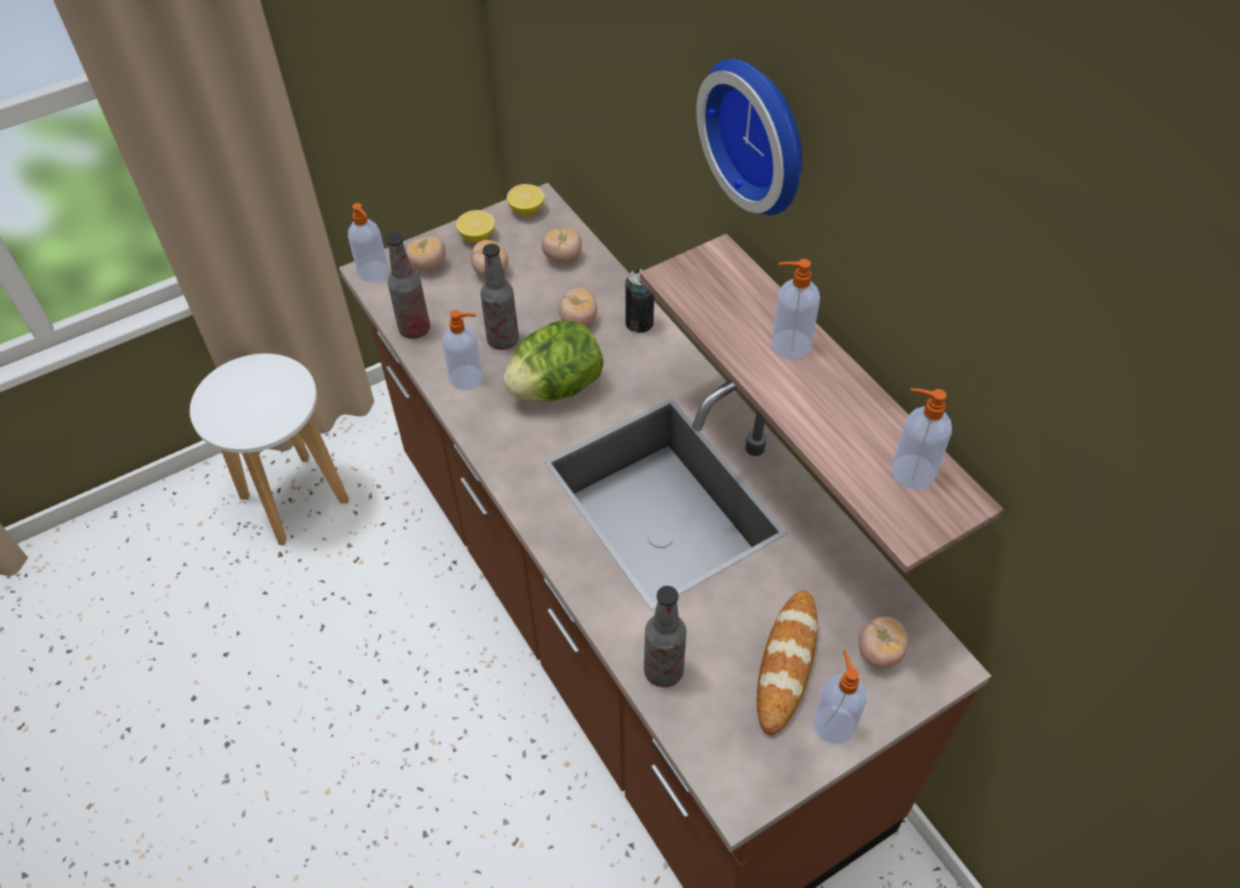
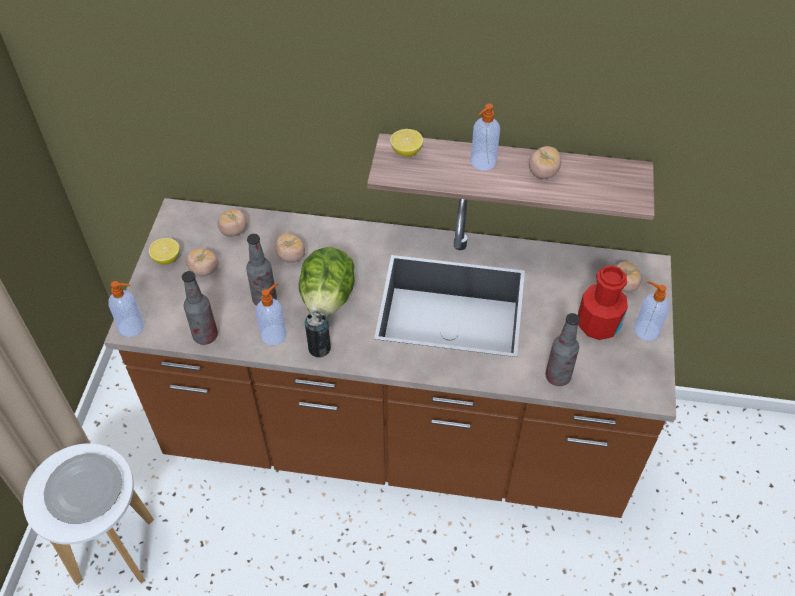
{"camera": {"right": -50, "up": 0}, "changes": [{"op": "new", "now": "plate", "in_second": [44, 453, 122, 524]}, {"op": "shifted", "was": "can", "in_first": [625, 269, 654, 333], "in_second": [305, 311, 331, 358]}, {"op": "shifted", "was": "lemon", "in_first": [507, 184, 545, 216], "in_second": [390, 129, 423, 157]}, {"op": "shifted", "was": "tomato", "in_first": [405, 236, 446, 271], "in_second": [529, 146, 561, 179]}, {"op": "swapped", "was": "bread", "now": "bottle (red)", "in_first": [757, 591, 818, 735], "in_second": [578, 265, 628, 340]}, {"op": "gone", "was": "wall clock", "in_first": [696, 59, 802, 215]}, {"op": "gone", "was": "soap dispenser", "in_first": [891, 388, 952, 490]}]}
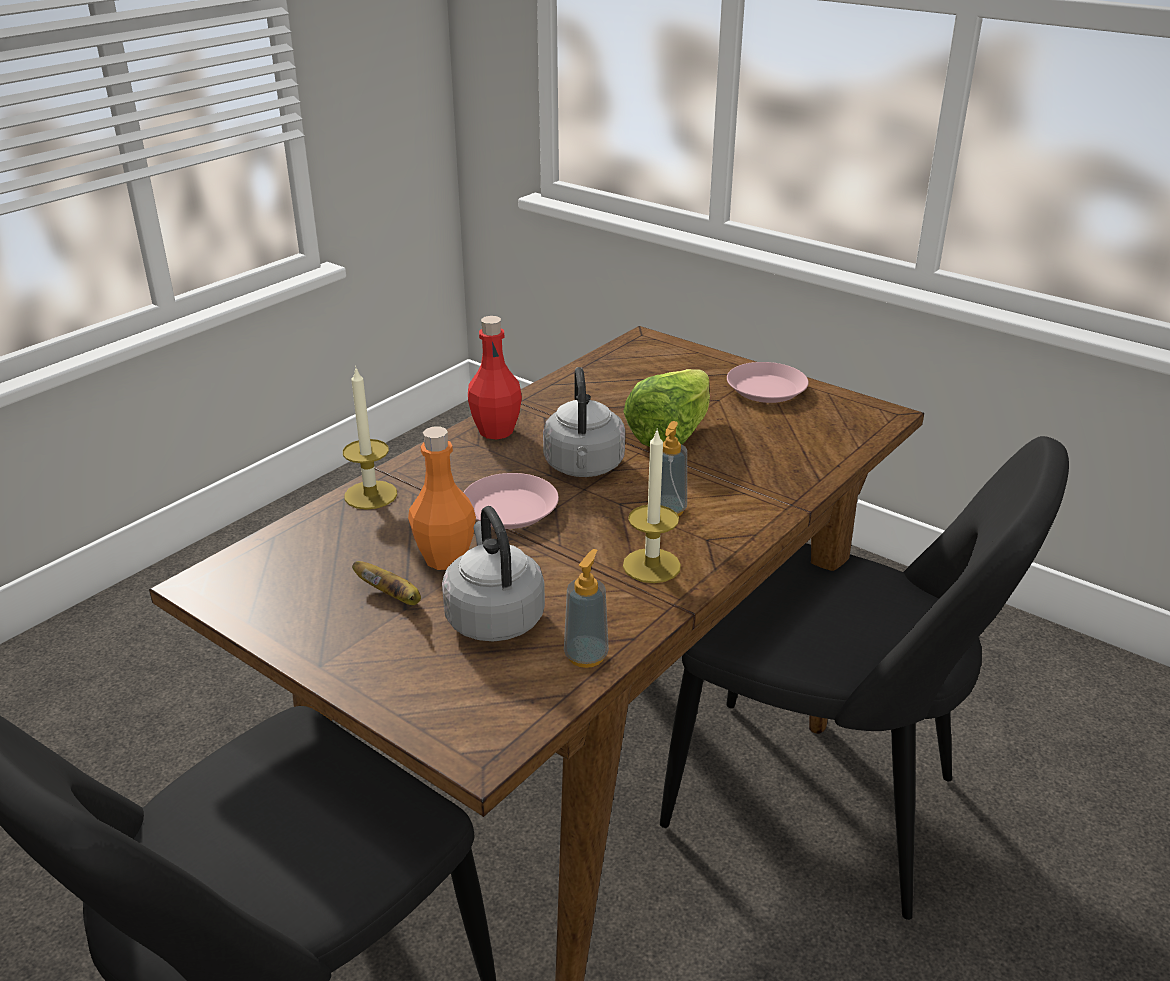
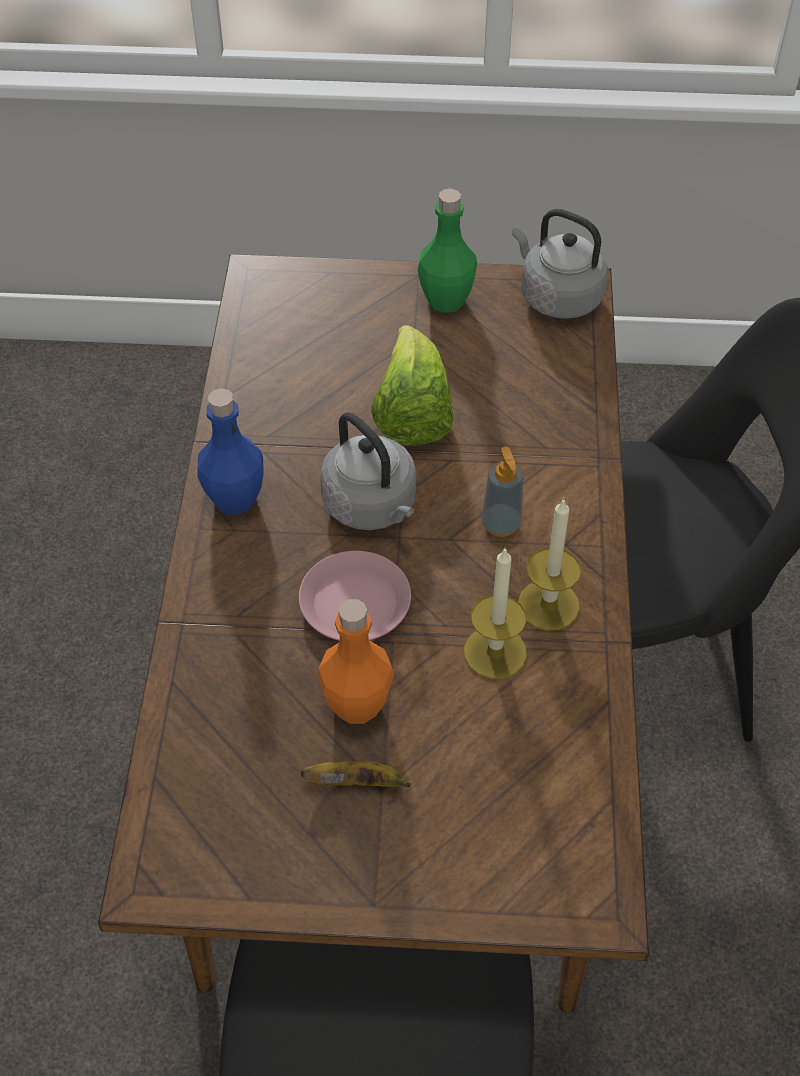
{"camera": {"right": -35, "up": 20}, "changes": [{"op": "repainted", "was": "bottle (red)", "now": "bottle (blue)", "in_first": [468, 316, 522, 439], "in_second": [198, 388, 264, 515]}, {"op": "swapped", "was": "plate (pink)", "now": "bottle (green)", "in_first": [727, 362, 809, 403], "in_second": [418, 189, 477, 313]}, {"op": "shifted", "was": "candle", "in_first": [343, 366, 397, 510], "in_second": [464, 547, 527, 679]}, {"op": "shifted", "was": "kettle (grey)", "in_first": [442, 506, 545, 642], "in_second": [512, 209, 608, 319]}, {"op": "gone", "was": "soap dispenser", "in_first": [564, 549, 609, 668]}]}
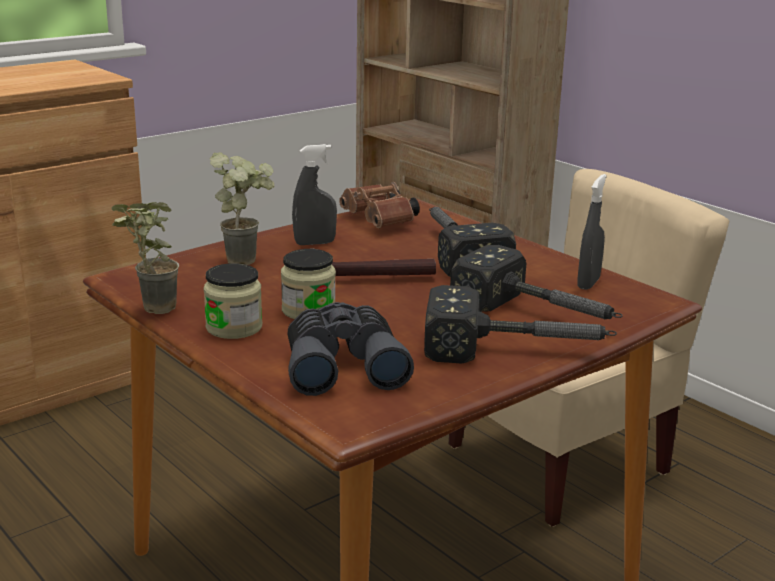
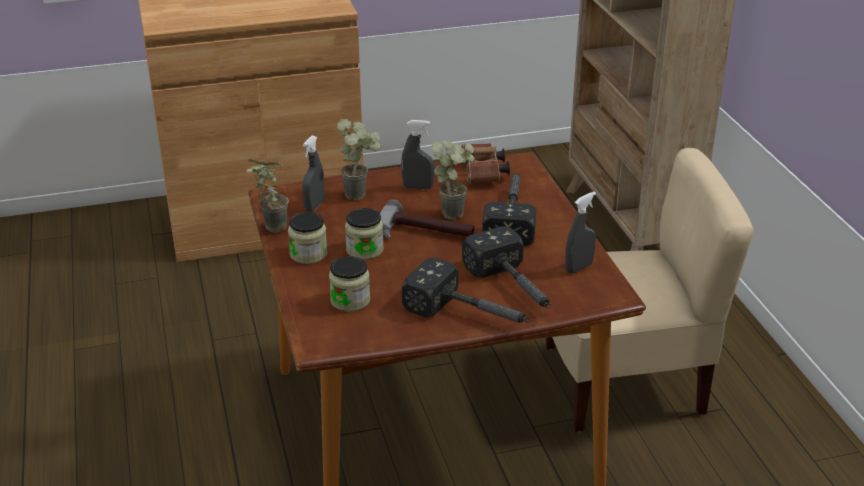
{"camera": {"right": 25, "up": 10}, "changes": [{"op": "new", "now": "spray bottle (grey)", "in_second": [302, 136, 325, 212]}, {"op": "swapped", "was": "binoculars (grey)", "now": "jar", "in_first": [288, 302, 414, 396], "in_second": [329, 256, 370, 312]}, {"op": "new", "now": "potted plant", "in_second": [431, 140, 475, 220]}]}
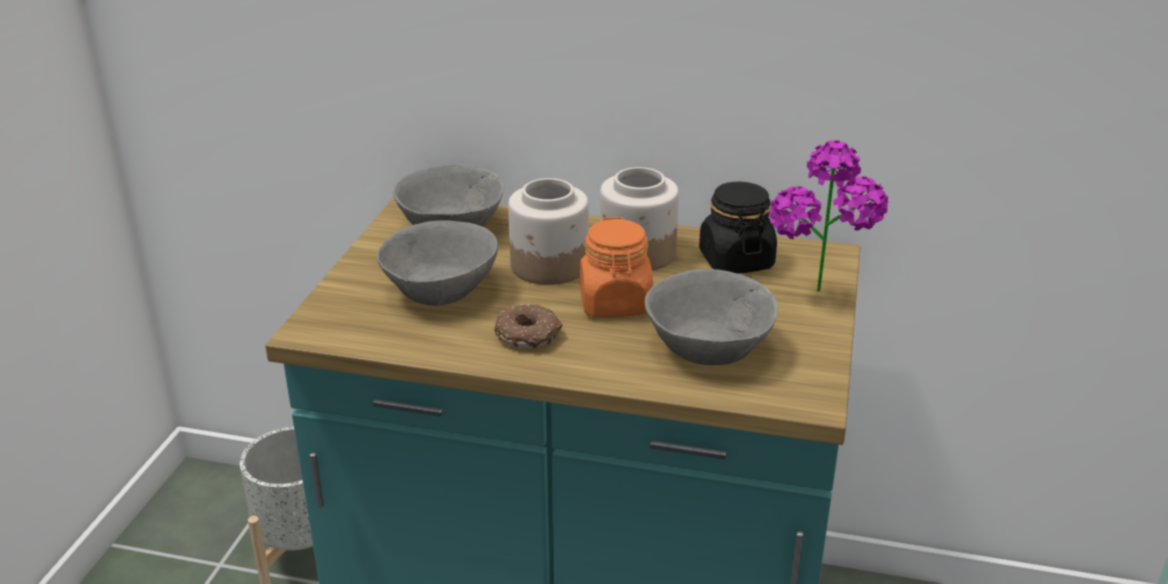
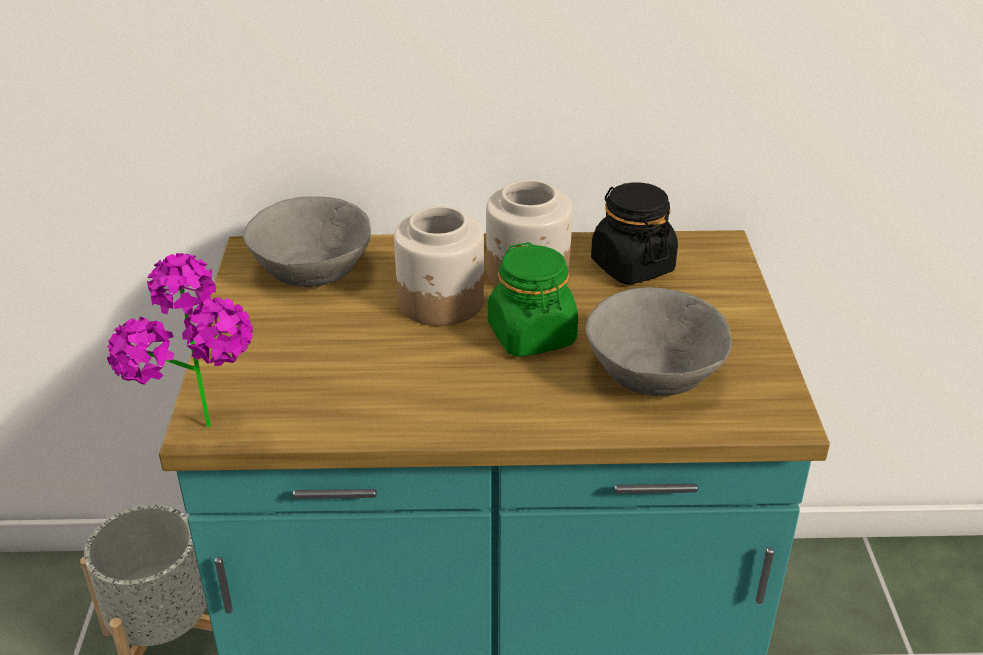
{"camera": {"right": -15, "up": 5}, "changes": [{"op": "shifted", "was": "potted plant", "in_first": [769, 140, 888, 292], "in_second": [107, 253, 253, 427]}, {"op": "repainted", "was": "jar (orange)", "now": "jar (green)", "in_first": [580, 217, 653, 317], "in_second": [488, 242, 578, 357]}, {"op": "gone", "was": "bowl (grey)", "in_first": [377, 220, 498, 306]}, {"op": "gone", "was": "donut", "in_first": [494, 304, 563, 349]}]}
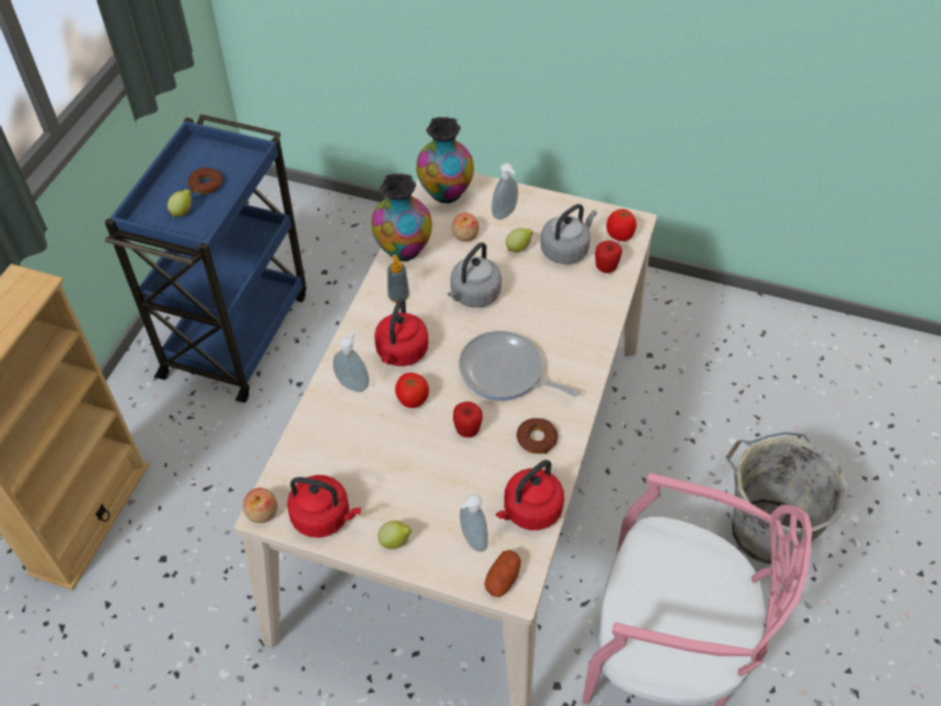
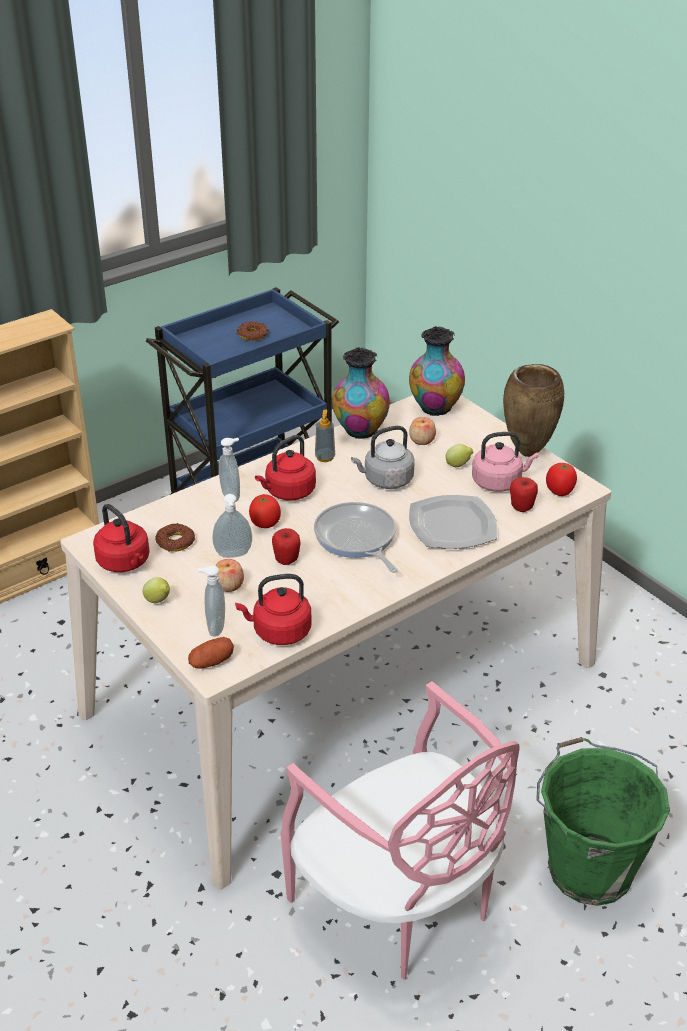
{"camera": {"right": 35, "up": -15}, "changes": [{"op": "shifted", "was": "donut", "in_first": [516, 418, 558, 454], "in_second": [155, 524, 195, 552]}, {"op": "shifted", "was": "soap dispenser", "in_first": [492, 163, 518, 220], "in_second": [212, 494, 252, 558]}, {"op": "shifted", "was": "apple", "in_first": [243, 488, 277, 523], "in_second": [215, 559, 244, 592]}, {"op": "new", "now": "plate", "in_second": [409, 495, 497, 549]}, {"op": "repainted", "was": "kettle (grey)", "now": "kettle (pink)", "in_first": [540, 204, 597, 264], "in_second": [472, 432, 539, 492]}, {"op": "new", "now": "vase (brown)", "in_second": [503, 364, 564, 457]}, {"op": "repainted", "was": "bucket (grey)", "now": "bucket (green)", "in_first": [726, 432, 848, 564], "in_second": [536, 737, 670, 906]}, {"op": "gone", "was": "lemon", "in_first": [167, 189, 191, 217]}]}
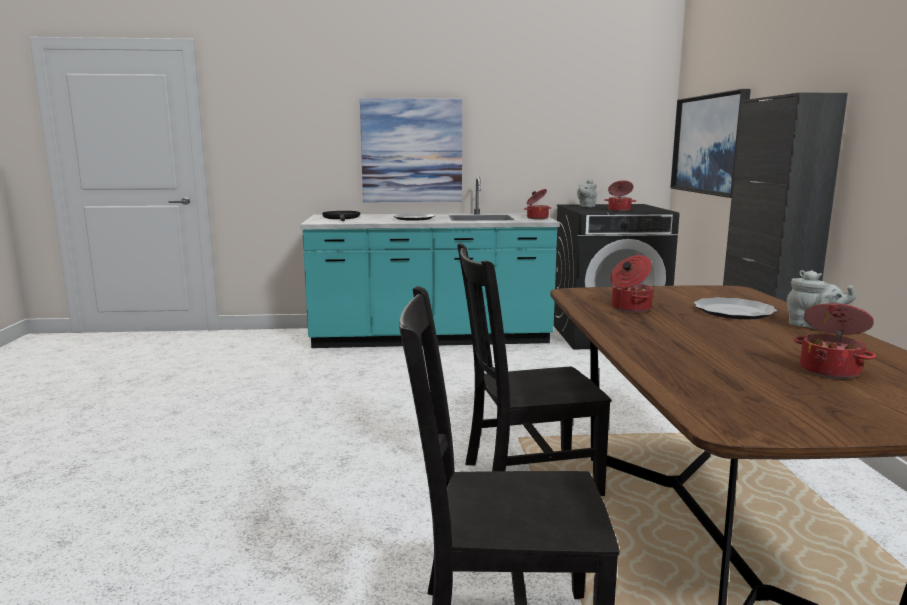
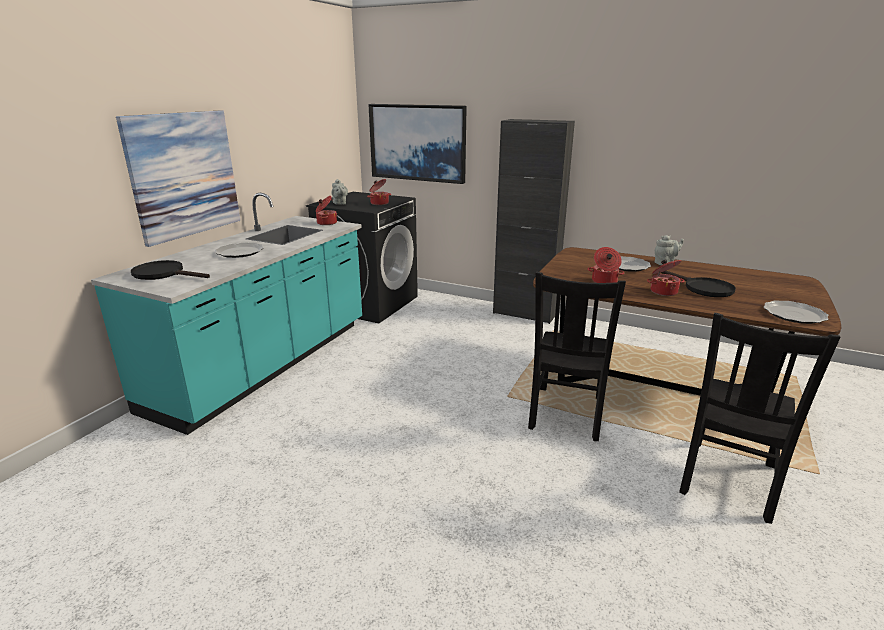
{"camera": {"right": -60, "up": 10}, "changes": [{"op": "shifted", "was": "cooking pot", "in_first": [793, 303, 876, 379], "in_second": [647, 260, 685, 296]}, {"op": "new", "now": "frying pan (black)", "in_second": [661, 271, 736, 297]}, {"op": "new", "now": "plate", "in_second": [764, 300, 828, 324]}]}
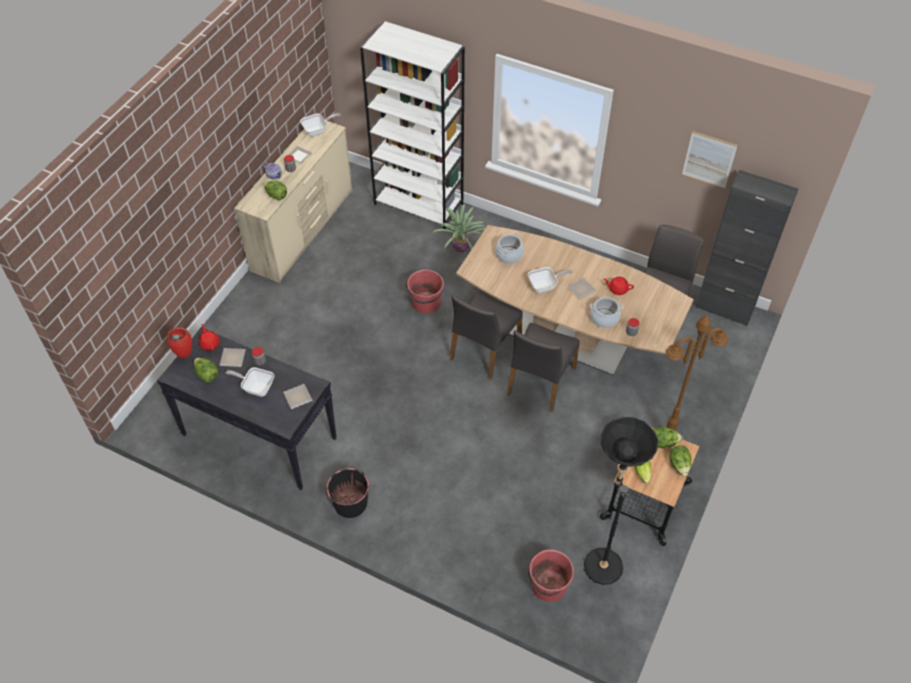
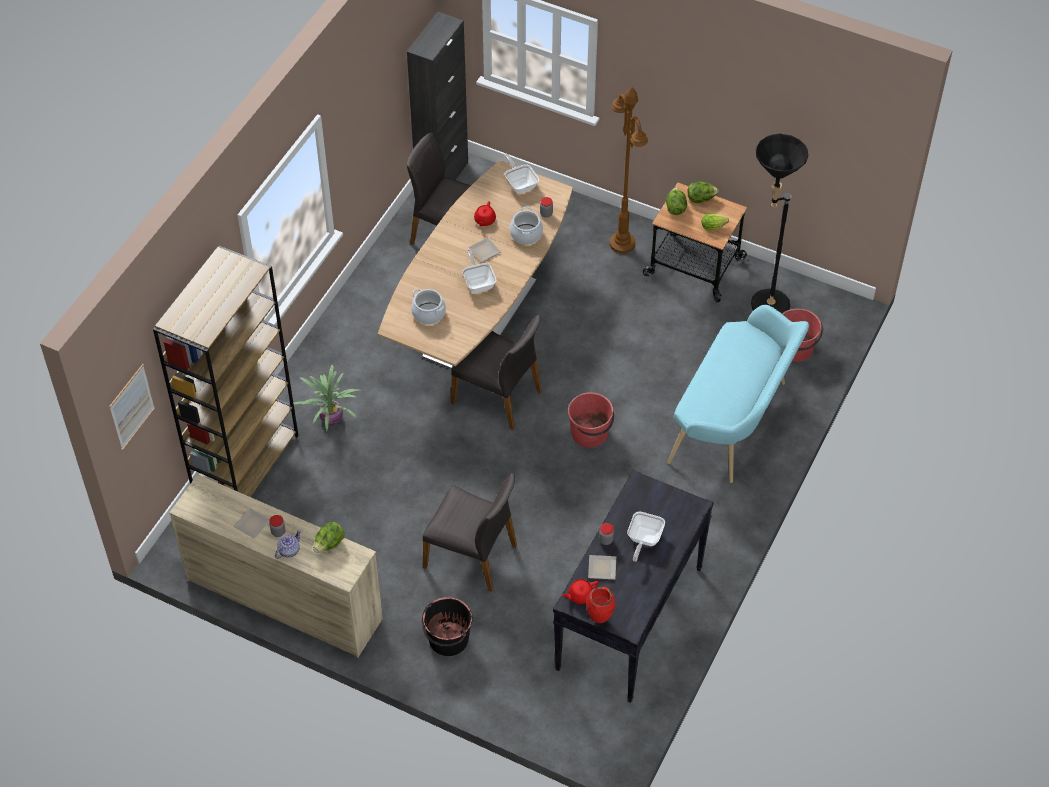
{"camera": {"right": -90, "up": 0}, "changes": [{"op": "shifted", "was": "picture", "in_first": [682, 131, 738, 189], "in_second": [109, 364, 155, 450]}, {"op": "repainted", "was": "bookcase (white)", "now": "bookcase (brown)", "in_first": [360, 21, 465, 229], "in_second": [153, 246, 299, 497]}, {"op": "shifted", "was": "bucket (black)", "in_first": [326, 468, 369, 518], "in_second": [422, 597, 472, 656]}, {"op": "shifted", "was": "chair (grey)", "in_first": [507, 323, 580, 412], "in_second": [423, 473, 517, 592]}, {"op": "shifted", "was": "frying pan", "in_first": [300, 113, 340, 137], "in_second": [505, 154, 539, 194]}, {"op": "shifted", "was": "bucket (red)", "in_first": [406, 270, 444, 314], "in_second": [568, 392, 614, 448]}, {"op": "new", "now": "bench (turquoise)", "in_second": [667, 305, 809, 483]}, {"op": "gone", "was": "lettuce", "in_first": [194, 358, 218, 382]}, {"op": "gone", "was": "plate", "in_first": [283, 384, 312, 409]}]}
